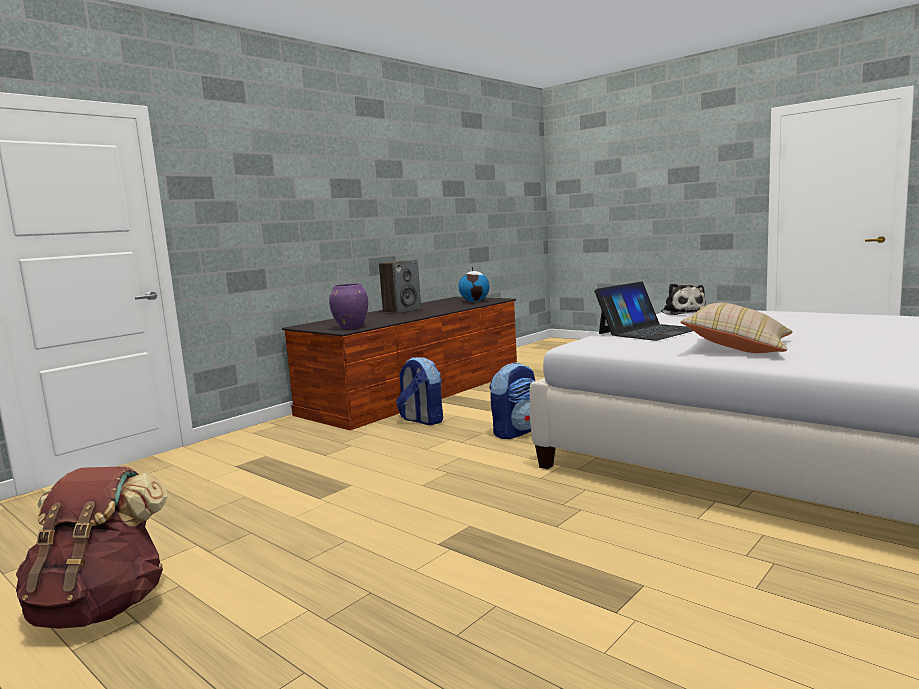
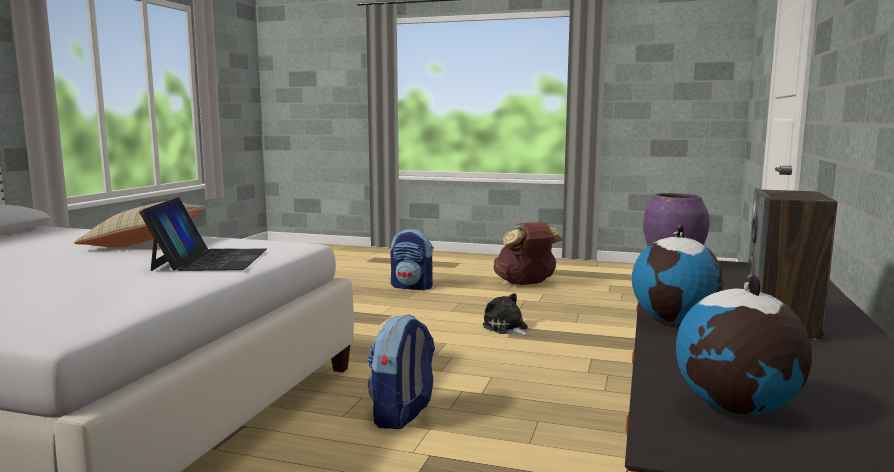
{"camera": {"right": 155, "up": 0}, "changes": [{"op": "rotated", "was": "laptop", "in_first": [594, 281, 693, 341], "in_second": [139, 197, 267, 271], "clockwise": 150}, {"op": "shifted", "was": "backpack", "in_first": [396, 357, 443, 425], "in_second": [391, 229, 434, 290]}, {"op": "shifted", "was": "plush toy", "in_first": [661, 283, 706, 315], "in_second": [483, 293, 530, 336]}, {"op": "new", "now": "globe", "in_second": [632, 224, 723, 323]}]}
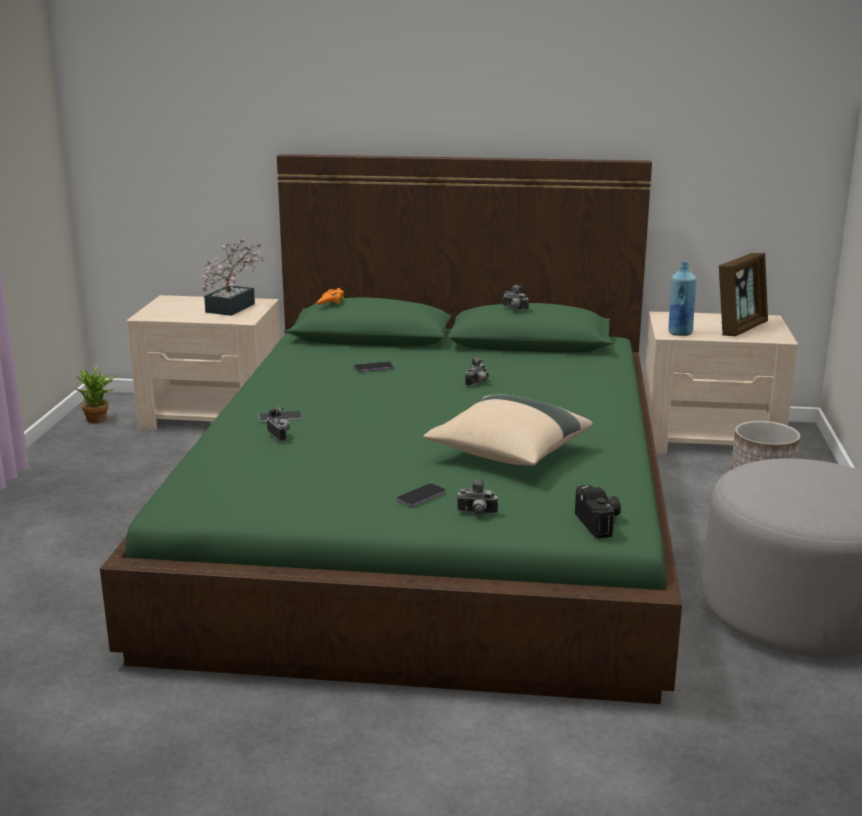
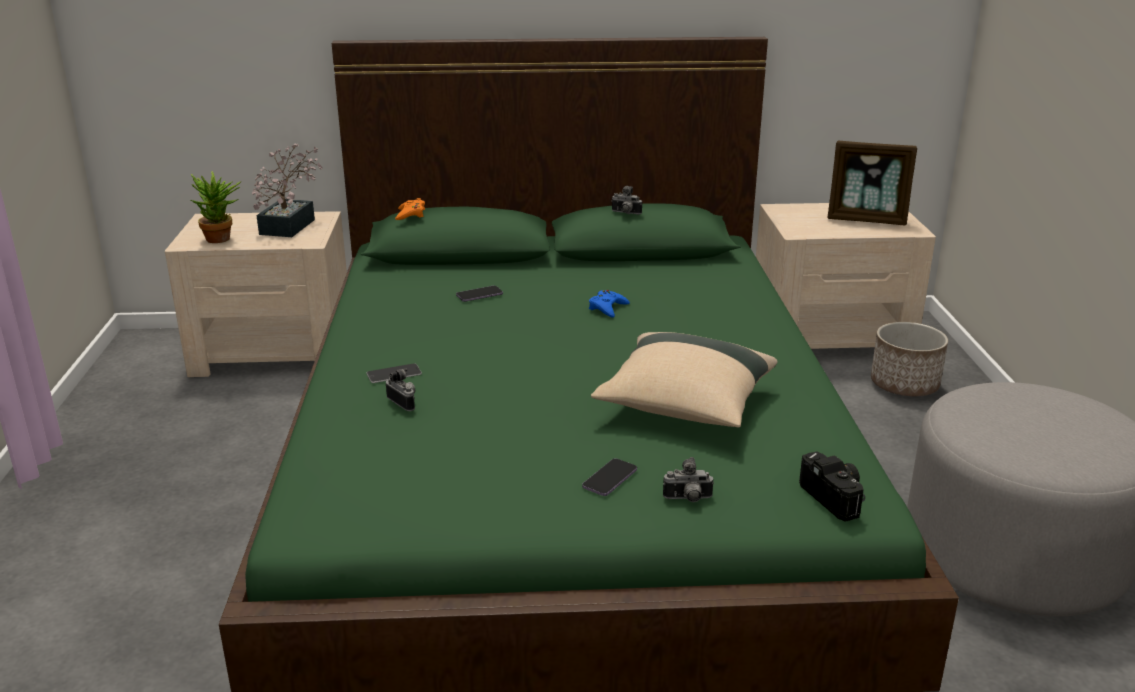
{"camera": {"right": -10, "up": 5}, "changes": [{"op": "shifted", "was": "potted plant", "in_first": [76, 366, 117, 423], "in_second": [191, 171, 242, 243]}, {"op": "swapped", "was": "photo camera", "now": "game controller (blue)", "in_first": [465, 357, 489, 387], "in_second": [589, 290, 630, 318]}, {"op": "rotated", "was": "picture frame", "in_first": [719, 253, 768, 336], "in_second": [828, 141, 917, 226], "clockwise": 75}, {"op": "gone", "was": "bottle (blue)", "in_first": [668, 262, 696, 336]}]}
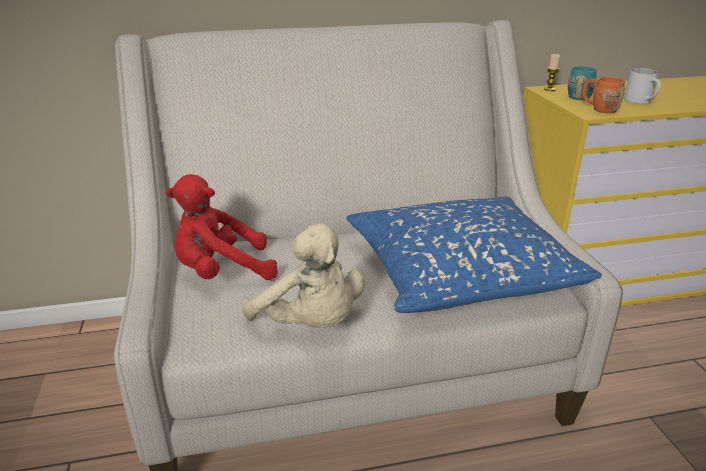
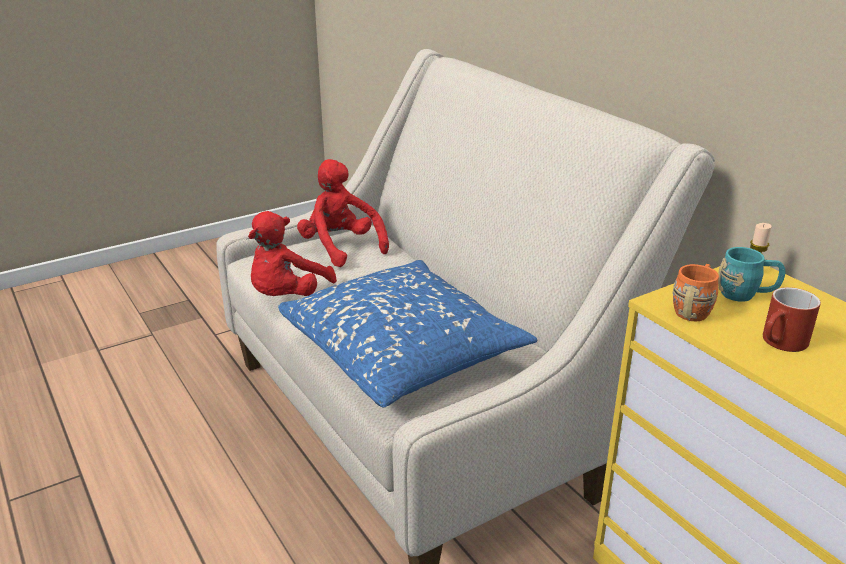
{"camera": {"right": 70, "up": 0}, "changes": [{"op": "repainted", "was": "plush toy (beige)", "now": "plush toy (red)", "in_first": [242, 223, 365, 328], "in_second": [248, 211, 337, 296]}, {"op": "repainted", "was": "mug (white)", "now": "mug (red)", "in_first": [624, 68, 661, 104], "in_second": [763, 287, 821, 352]}]}
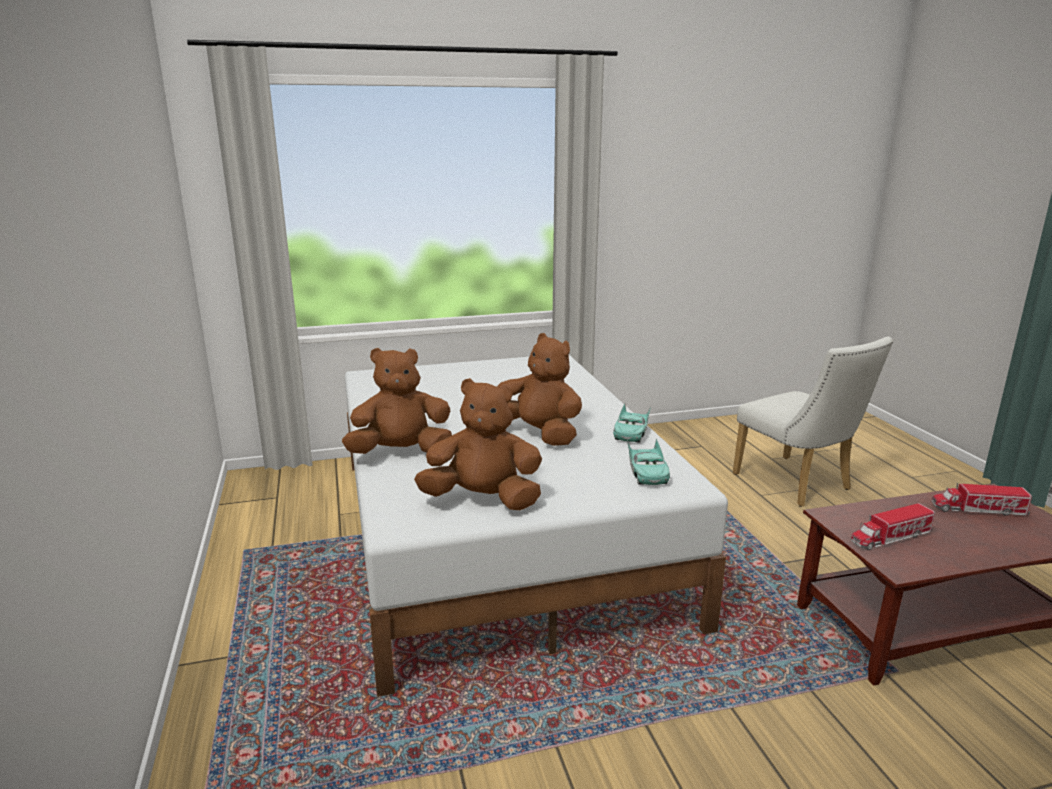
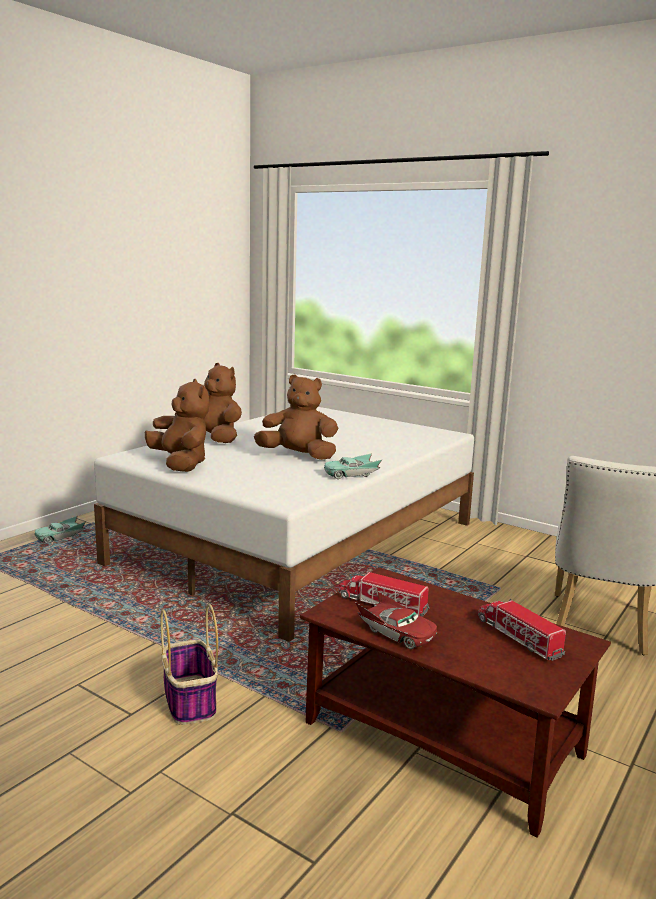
{"camera": {"right": 50, "up": -5}, "changes": [{"op": "shifted", "was": "toy car (turquoise)", "in_first": [627, 438, 670, 485], "in_second": [34, 516, 86, 543]}, {"op": "new", "now": "basket", "in_second": [160, 604, 218, 725]}, {"op": "rotated", "was": "plush toy (brown)", "in_first": [497, 333, 582, 446], "in_second": [254, 374, 338, 460], "clockwise": -75}, {"op": "new", "now": "toy car (red)", "in_second": [355, 591, 437, 649]}]}
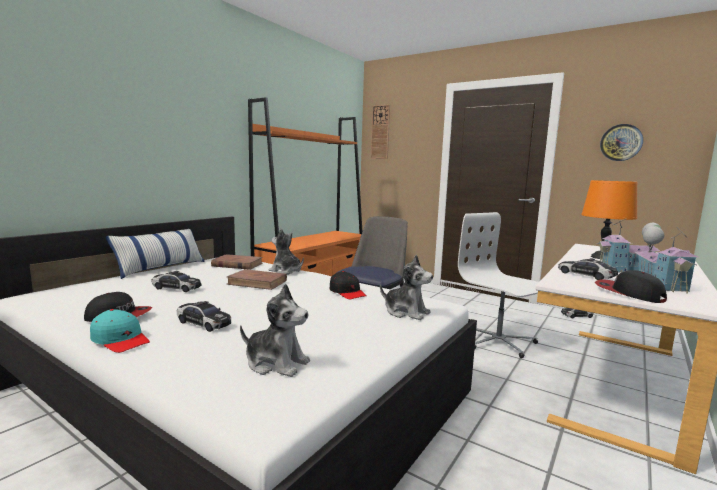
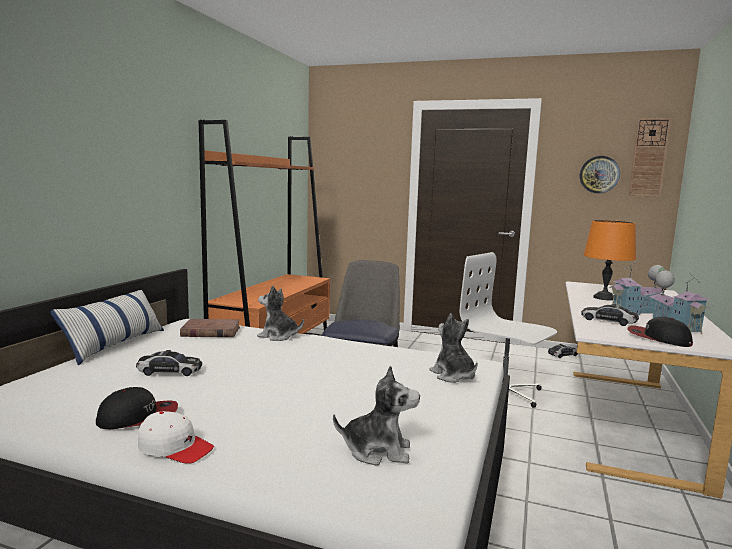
{"camera": {"right": -15, "up": 0}, "changes": [{"op": "repainted", "was": "cap (turquoise)", "now": "cap (white)", "in_first": [90, 309, 150, 353], "in_second": [138, 411, 214, 464]}, {"op": "rotated", "was": "plush toy", "in_first": [380, 255, 433, 320], "in_second": [430, 313, 477, 383], "clockwise": -135}, {"op": "shifted", "was": "wall clock", "in_first": [371, 104, 390, 159], "in_second": [629, 118, 671, 197]}, {"op": "gone", "was": "toy car", "in_first": [177, 301, 231, 332]}, {"op": "gone", "was": "book (brown)", "in_first": [227, 269, 287, 290]}, {"op": "gone", "was": "cap (black)", "in_first": [330, 271, 367, 299]}]}
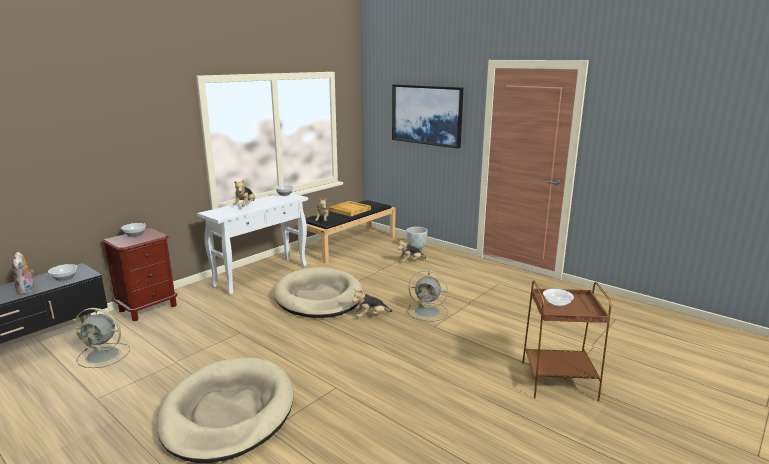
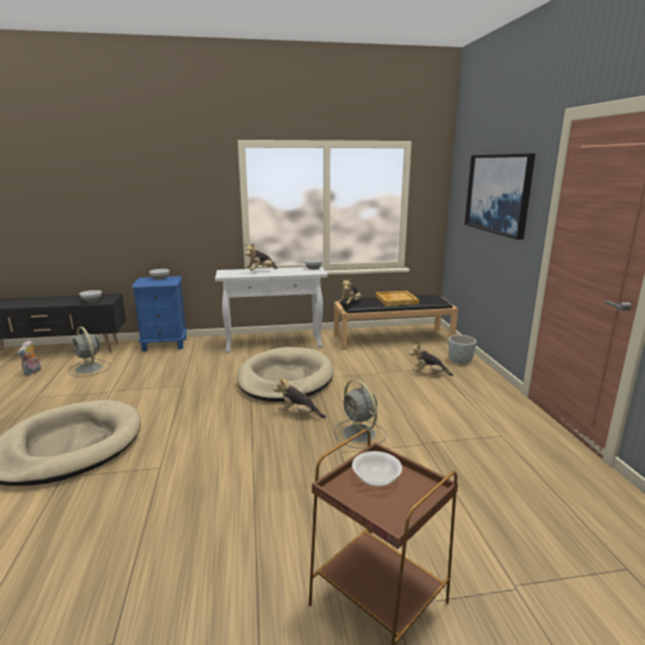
{"camera": {"right": 40, "up": 0}, "changes": [{"op": "shifted", "was": "plush toy", "in_first": [12, 252, 34, 295], "in_second": [17, 340, 41, 376]}, {"op": "repainted", "was": "nightstand (brown)", "now": "nightstand (blue)", "in_first": [102, 228, 177, 321], "in_second": [131, 276, 187, 352]}]}
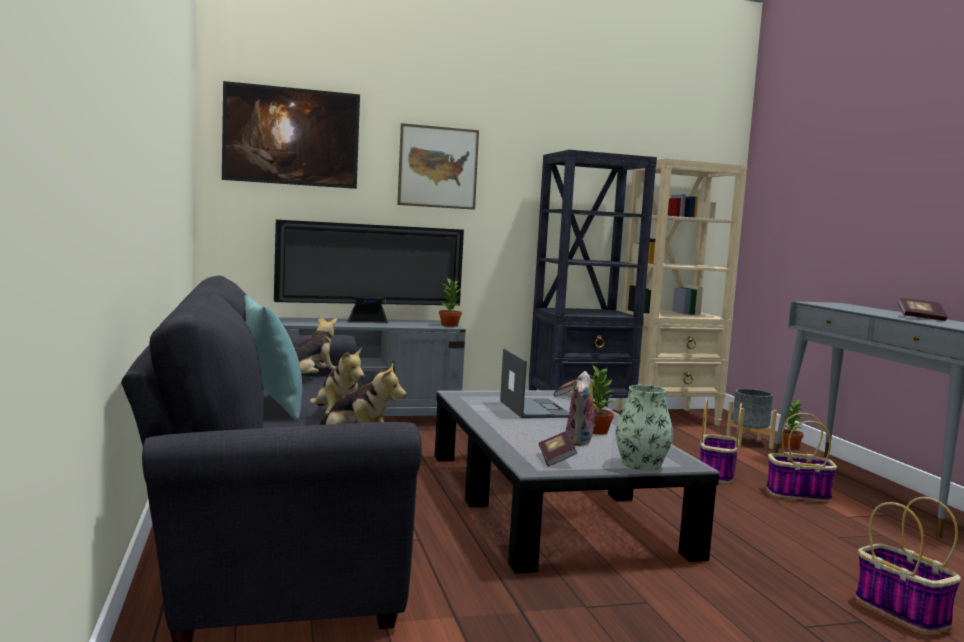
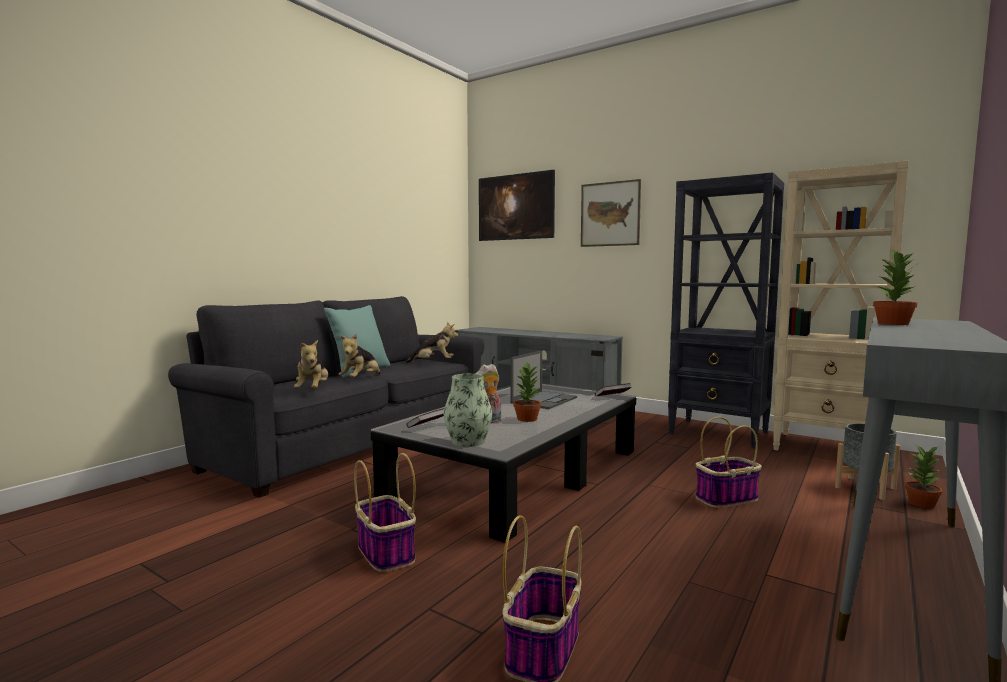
{"camera": {"right": 50, "up": 0}, "changes": [{"op": "shifted", "was": "basket", "in_first": [766, 413, 837, 502], "in_second": [354, 453, 416, 572]}, {"op": "shifted", "was": "potted plant", "in_first": [439, 277, 462, 327], "in_second": [873, 250, 917, 325]}, {"op": "gone", "was": "television", "in_first": [274, 220, 464, 323]}, {"op": "gone", "was": "book", "in_first": [898, 298, 947, 321]}]}
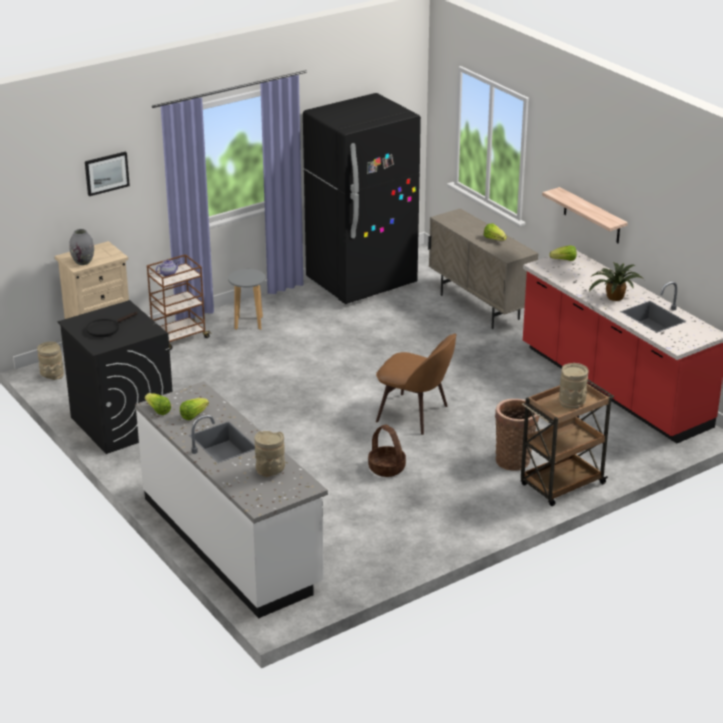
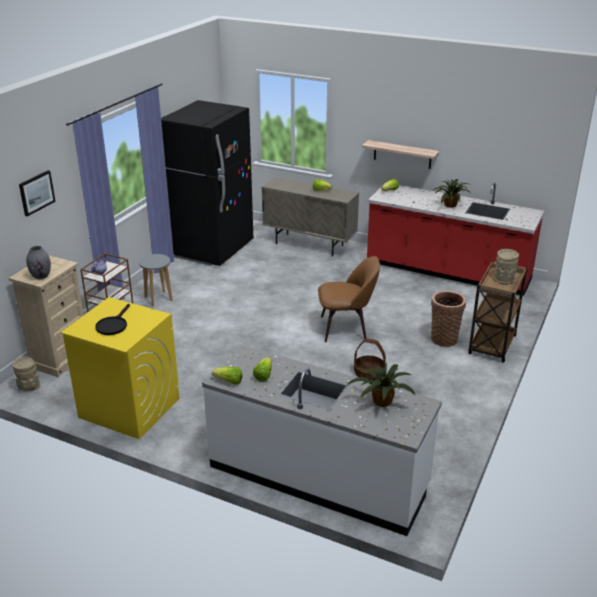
{"camera": {"right": -30, "up": 0}, "changes": [{"op": "repainted", "was": "washing machine (black)", "now": "washing machine (yellow)", "in_first": [57, 300, 173, 454], "in_second": [60, 297, 180, 439]}, {"op": "swapped", "was": "vase (beige)", "now": "potted plant", "in_first": [255, 431, 285, 478], "in_second": [347, 363, 416, 407]}]}
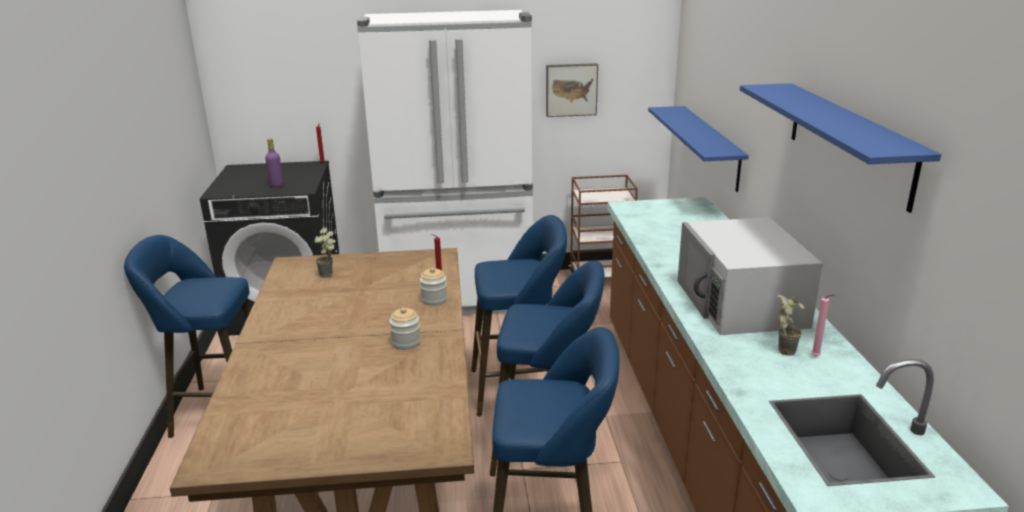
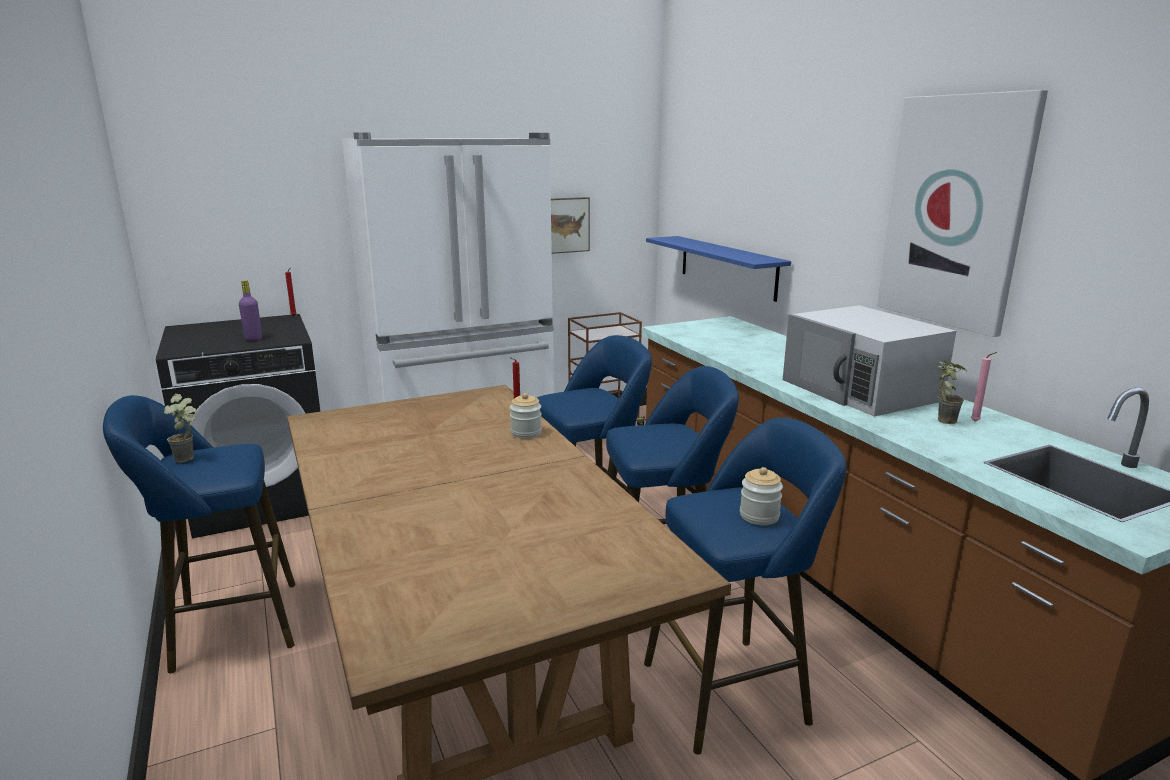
{"camera": {"right": -20, "up": -5}, "changes": [{"op": "shifted", "was": "potted plant", "in_first": [314, 227, 336, 278], "in_second": [164, 394, 197, 463]}, {"op": "shifted", "was": "jar", "in_first": [389, 307, 421, 350], "in_second": [740, 467, 783, 525]}, {"op": "swapped", "was": "shelf (blue)", "now": "picture", "in_first": [740, 83, 941, 213], "in_second": [877, 90, 1048, 337]}]}
